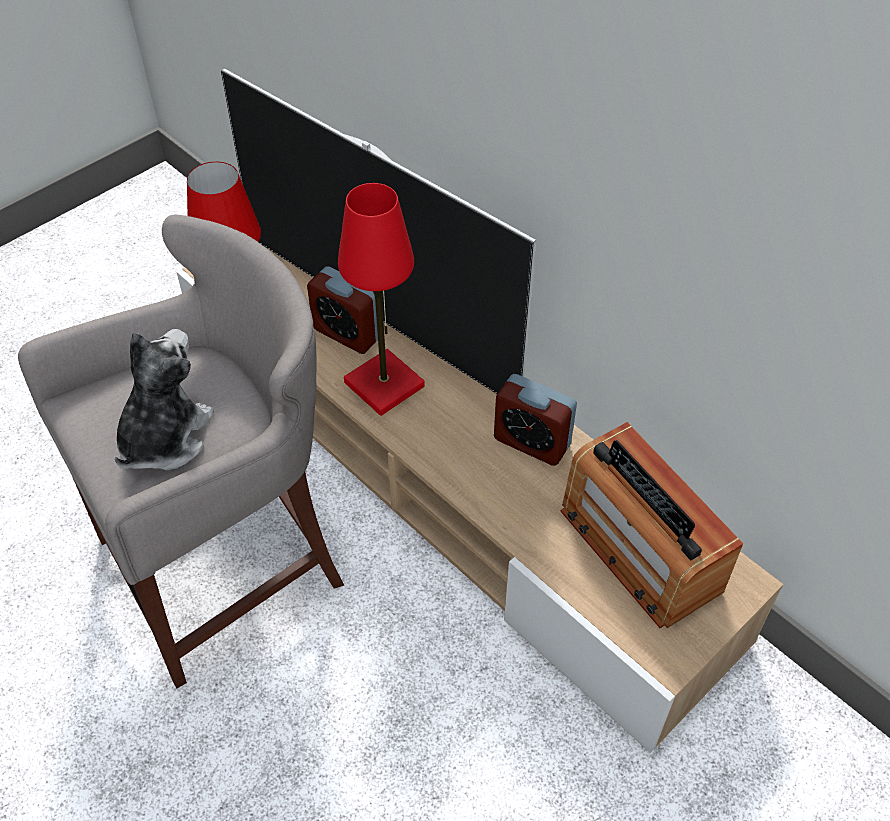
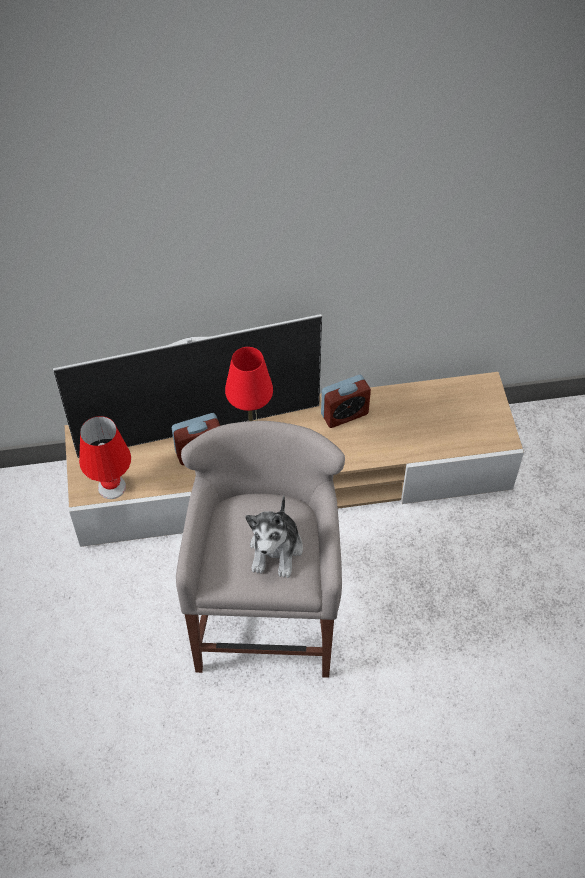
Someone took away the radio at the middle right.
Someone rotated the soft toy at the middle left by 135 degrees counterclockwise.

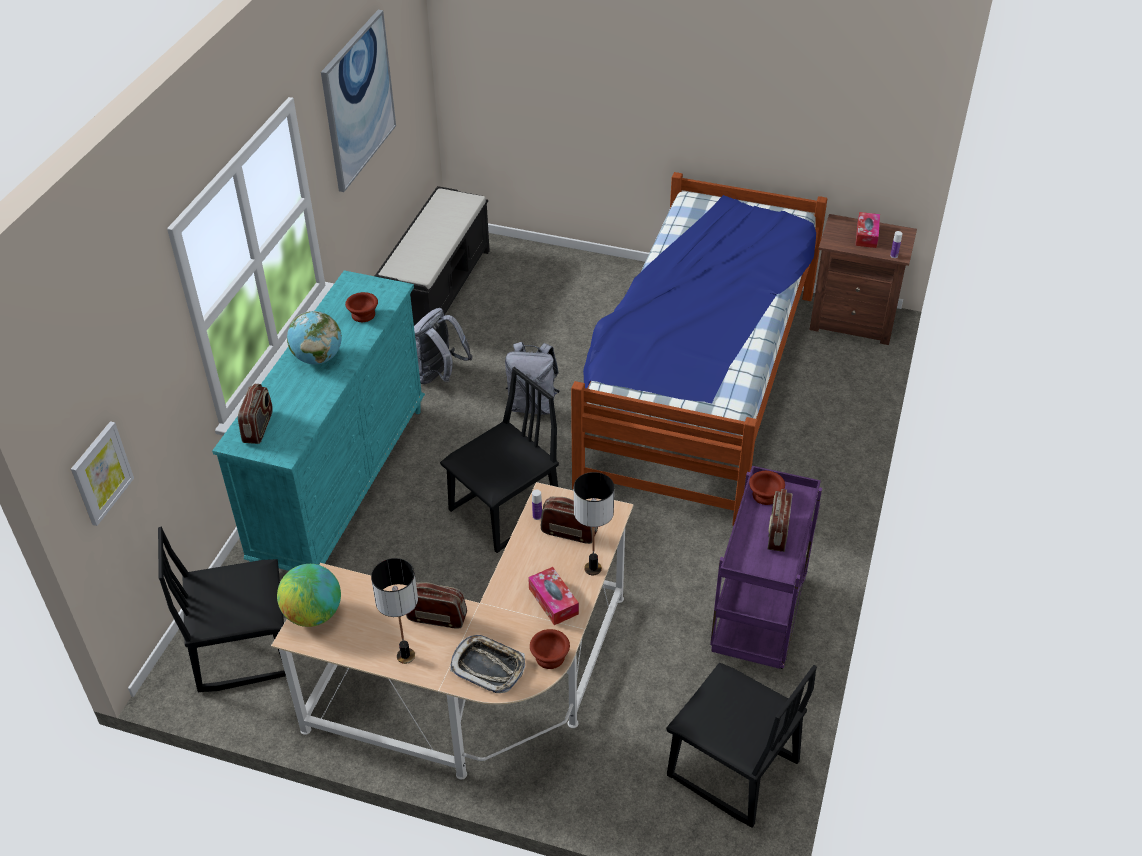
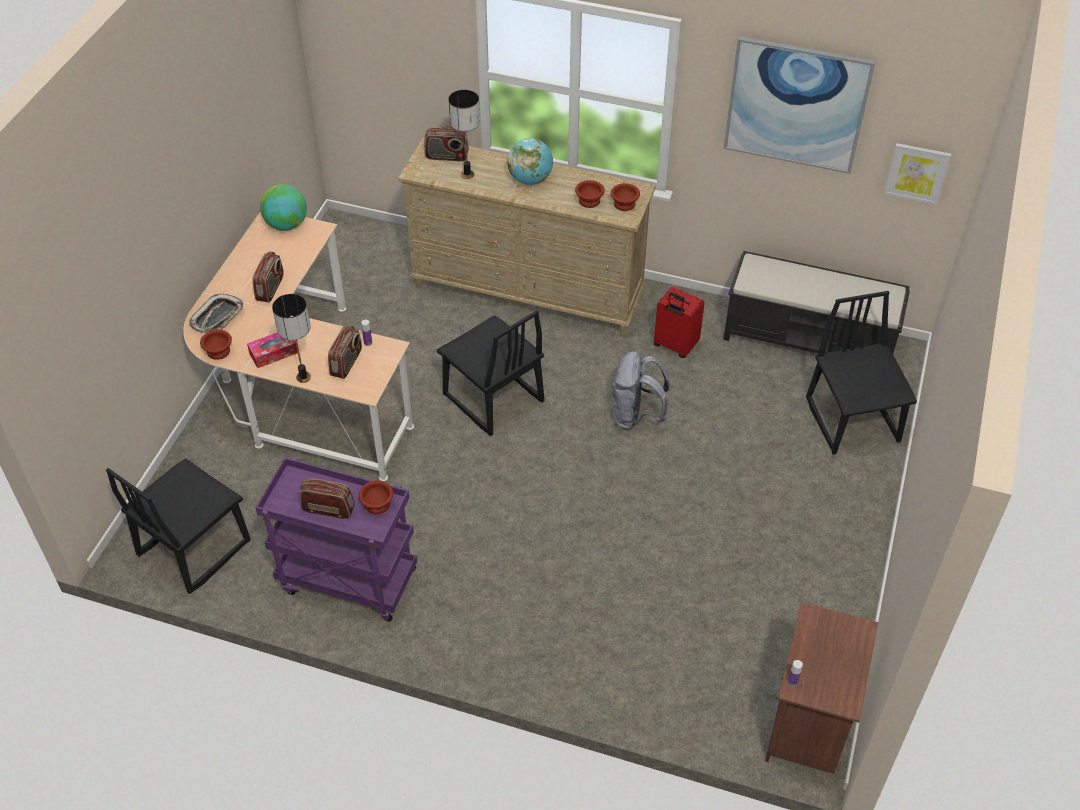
Someone took away the sleeping bed at the centre.
Someone took away the box of tissues (no. 2 from left) at the top right.
Someone put down the deep dish in brown (no. 4 from left) at the top centre.
Someone carried the picture (no. 1 from left in the first image) from the middle left to the top right.
Someone carried the upright chair in black-coloured (no. 1 from left in the first image) from the bottom left to the middle right.
Someone carried the lamp for a table (no. 1 from left in the first image) from the bottom centre to the top centre.
Someone swapped the rucksack in greyish (no. 1 from left) at the centre for the suitcase in reddish at the centre.
Someone repainted the drawer chest in blue-green at the middle left, which became the drawer chest in sand-coloured at the top centre.

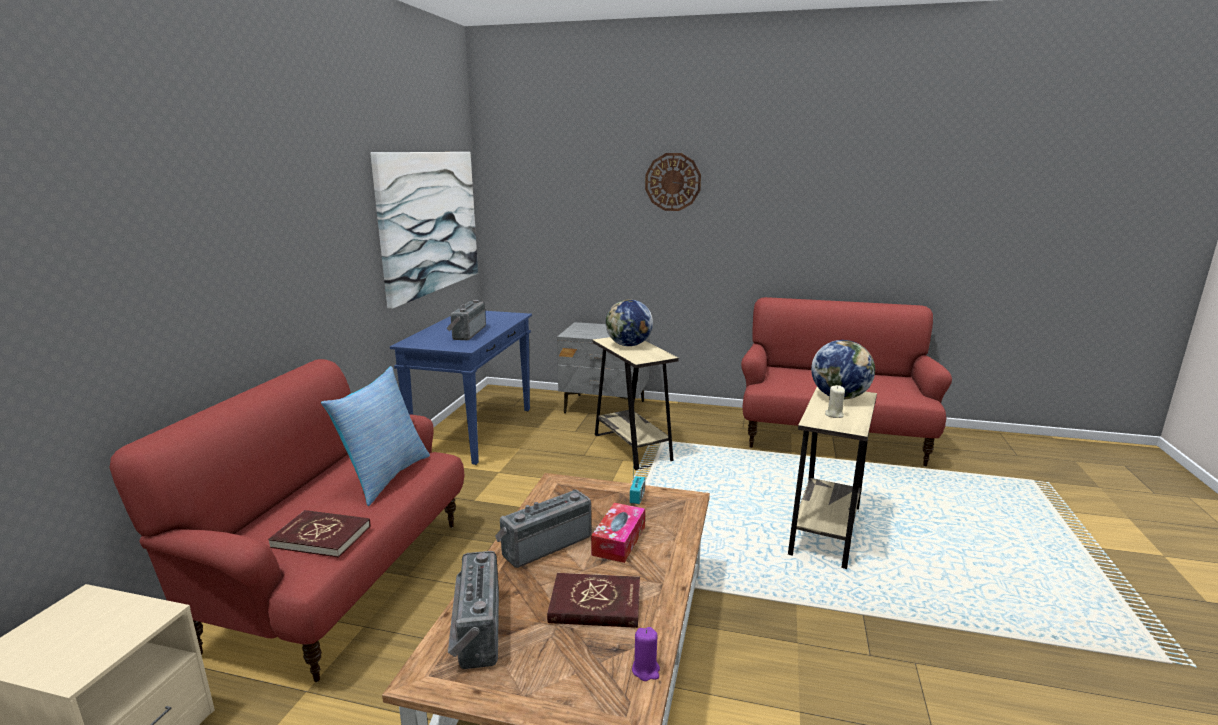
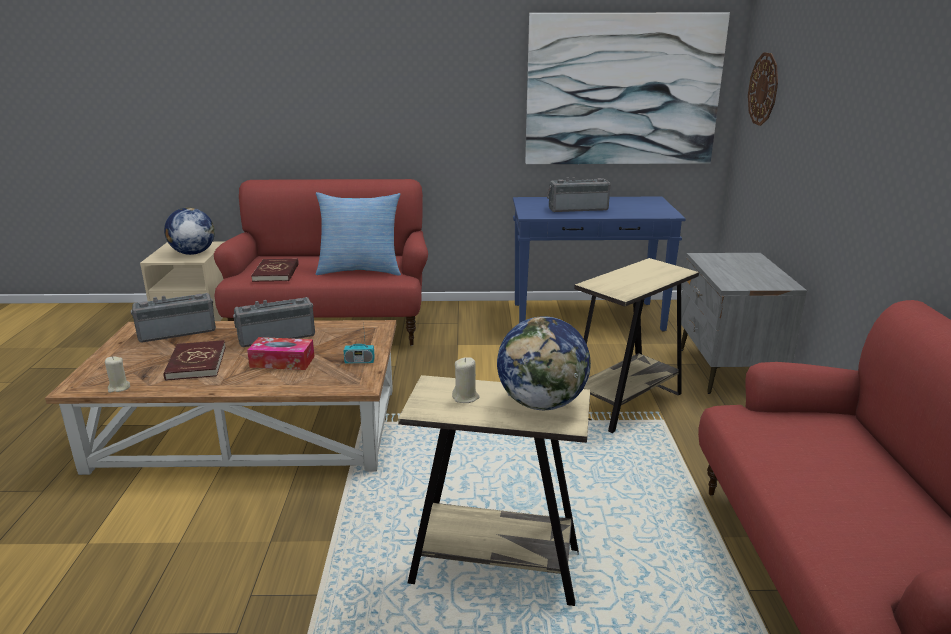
Someone carried the globe (no. 1 from left) from the centre to the middle left.
Someone carried the clock on the wall from the top centre to the top right.
Someone repainted the candle in purple at the bottom centre, which became the candle in sand-coloured (no. 1 from left) at the middle left.
Someone rotated the radio (no. 3 from left in the first image) at the bottom centre by 60 degrees counterclockwise.

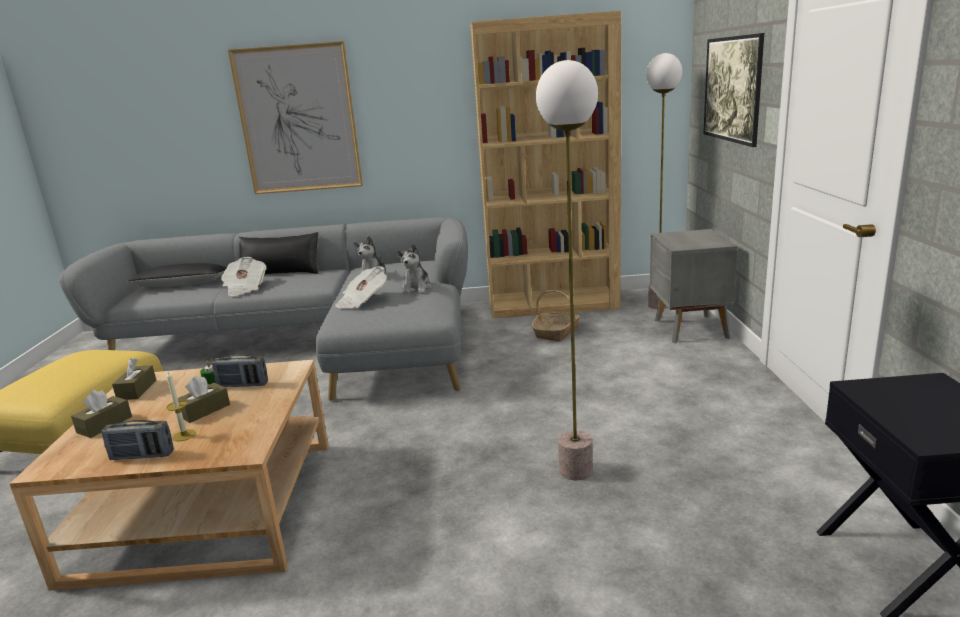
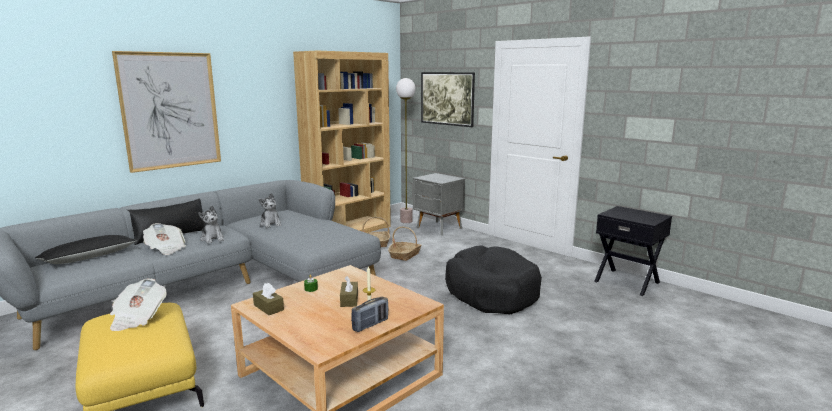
Someone took away the box of tissues in brown (no. 1 from left) at the bottom left.
Someone took away the radio (no. 2 from left) at the middle left.
Someone put down the storage basket (no. 2 from left) at the centre.
Someone carried the newspaper (no. 2 from left in the first image) from the centre to the bottom left.
Someone carried the soft toy (no. 2 from left in the first image) from the centre to the middle left.
Someone swapped the standard lamp (no. 1 from left) at the centre for the pet bed in black-coloured at the bottom centre.

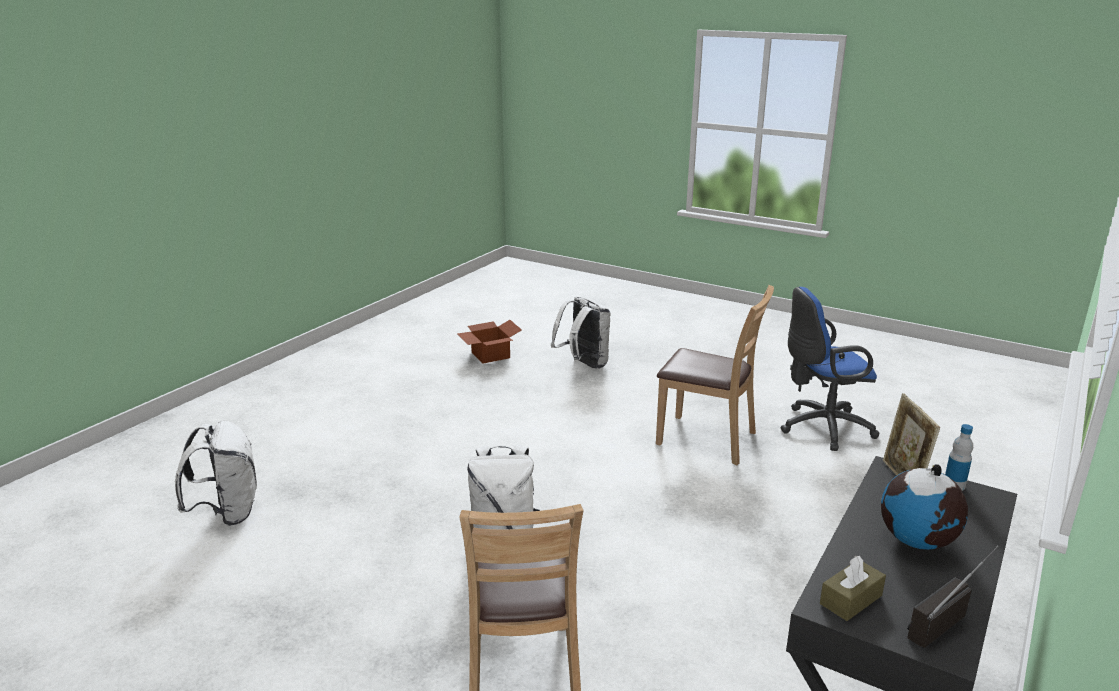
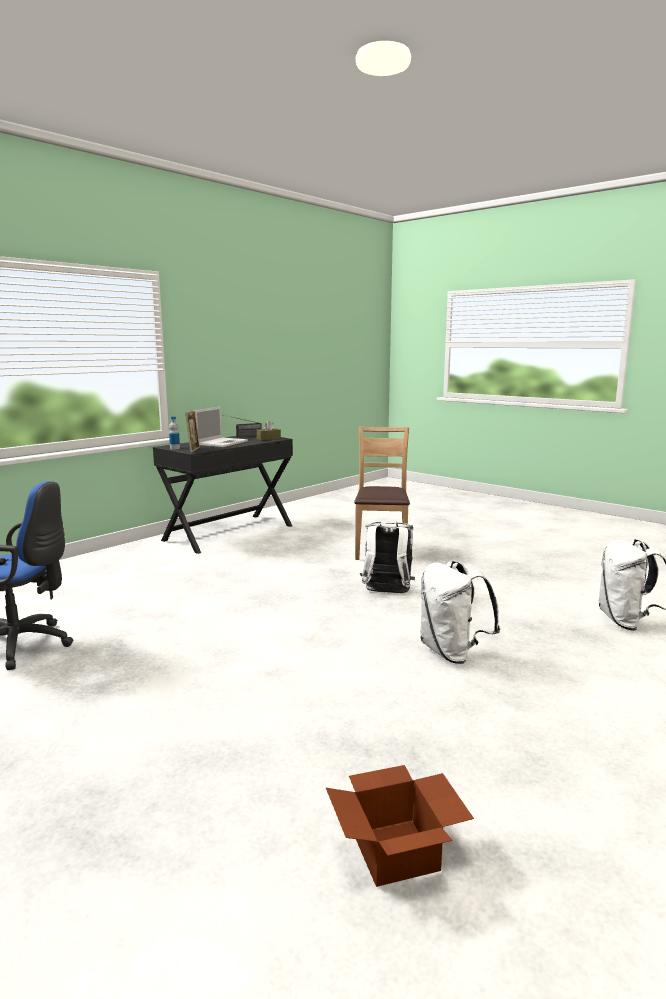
Someone took away the upright chair in brown (no. 2 from left) at the centre.
Someone carried the rucksack in white-coloured (no. 3 from left in the first image) from the centre to the middle right.
Someone swapped the globe at the bottom right for the notebook computer at the middle left.

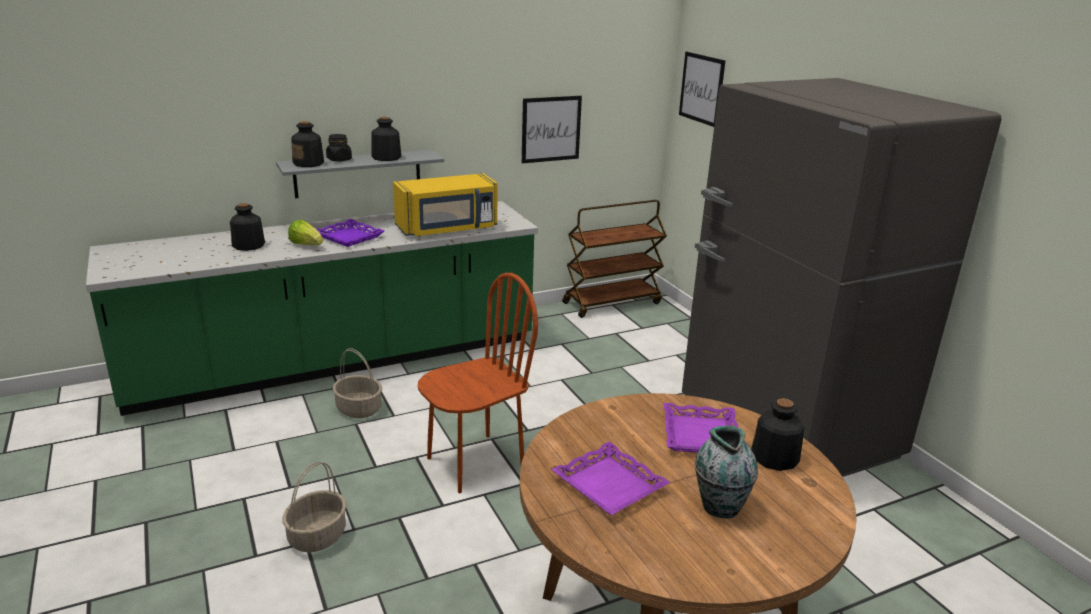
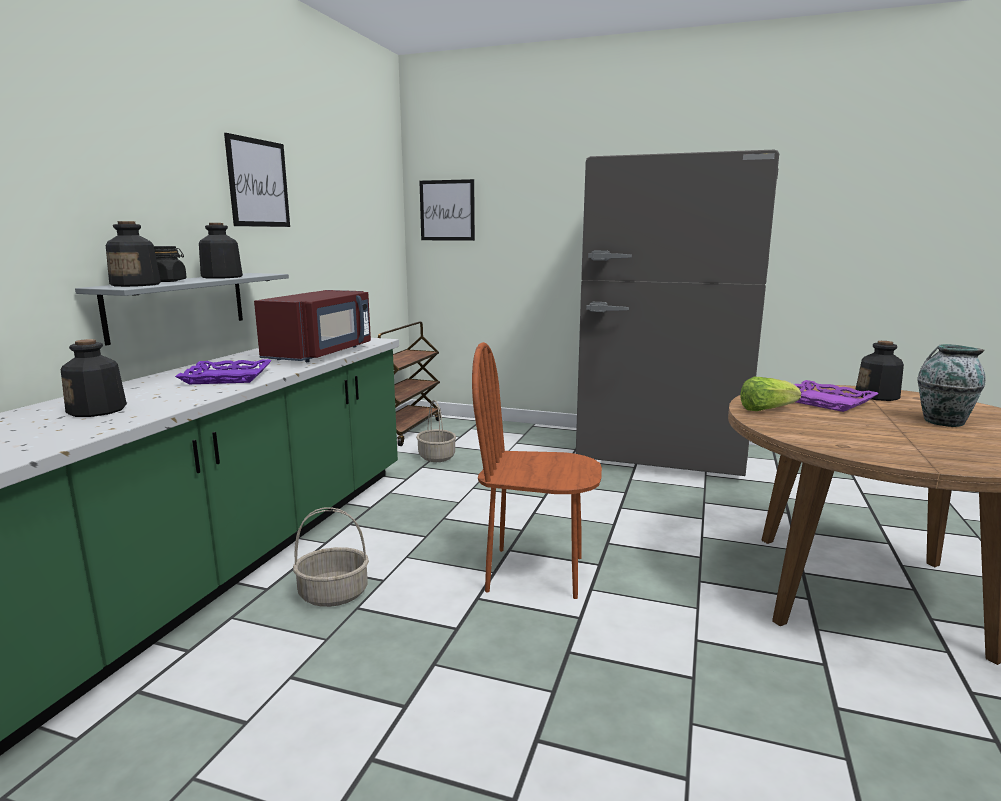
Someone took away the carrying tray in purple (no. 2 from left) at the bottom centre.
Someone carried the storage basket (no. 1 from left in the first image) from the bottom left to the centre.
Someone carried the lettuce head from the middle left to the middle right.
Someone carried the picture (no. 1 from left) from the top centre to the top left.
Someone repainted the kitchen microwave in yellow-coloured at the centre, which became the kitchen microwave in reddish at the middle left.
Someone rotated the upright chair in brown at the centre by 90 degrees counterclockwise.

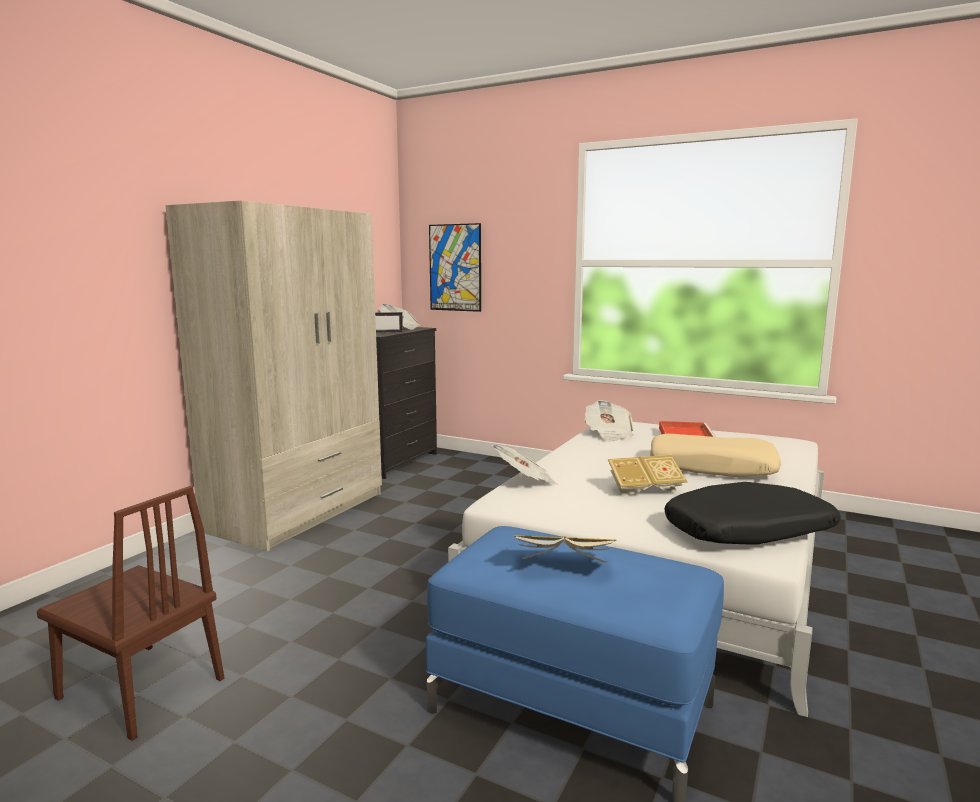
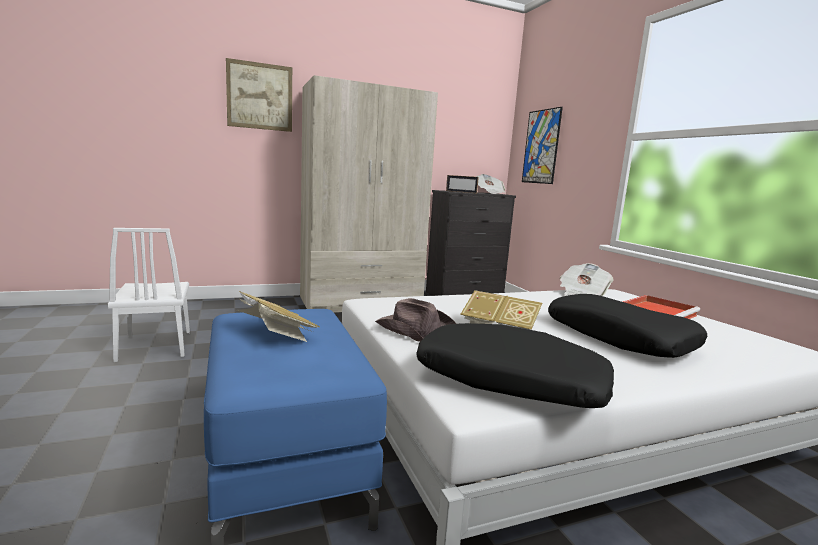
Someone took away the newspaper (no. 2 from left) at the centre.
Someone put up the picture (no. 1 from left) at the top left.
Someone put down the wearable hat in brown at the centre.
Someone repainted the upright chair in brown at the bottom left, which became the upright chair in white-coloured at the middle left.
Someone repainted the pillow in sand-coloured at the middle right, which became the pillow in black-coloured (no. 2 from left) at the middle right.

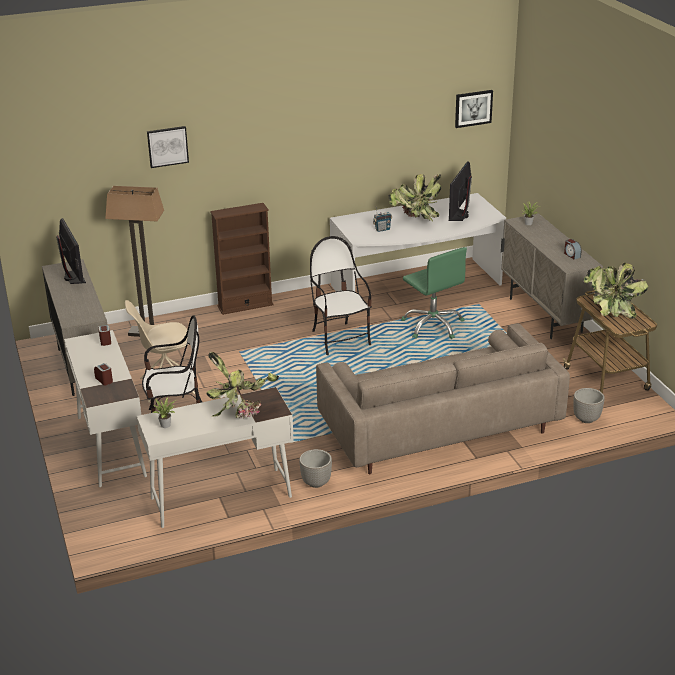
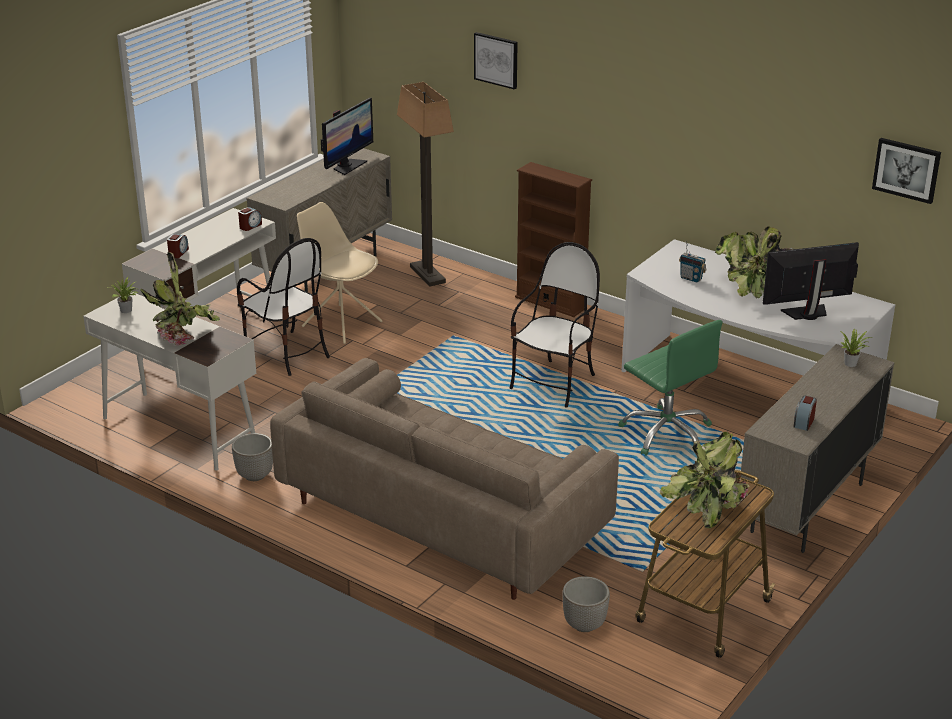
Someone rotated the computer chair in greenish at the centre by 60 degrees counterclockwise.

